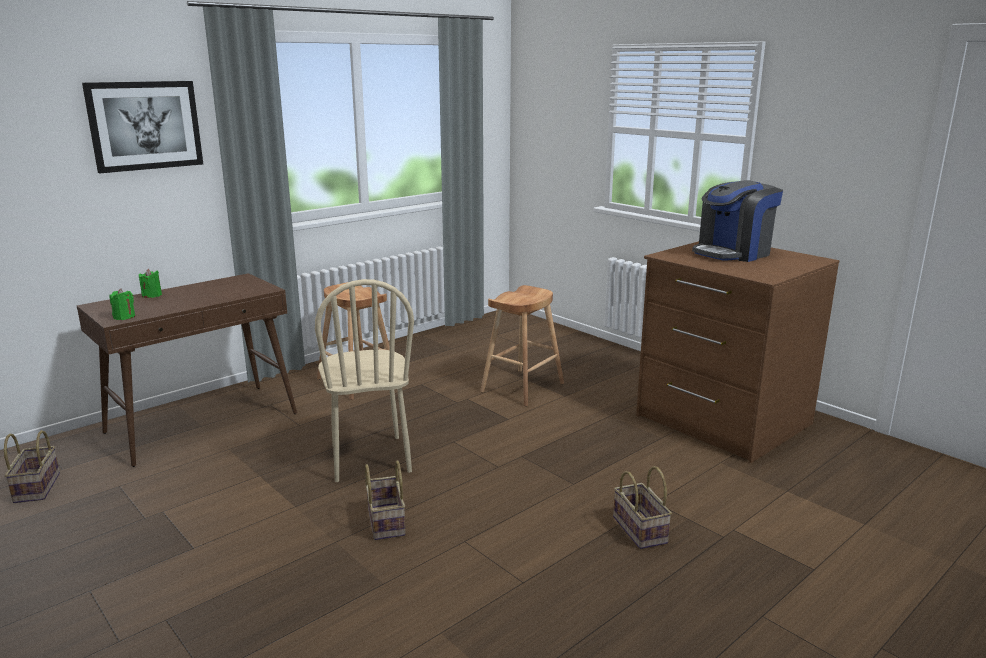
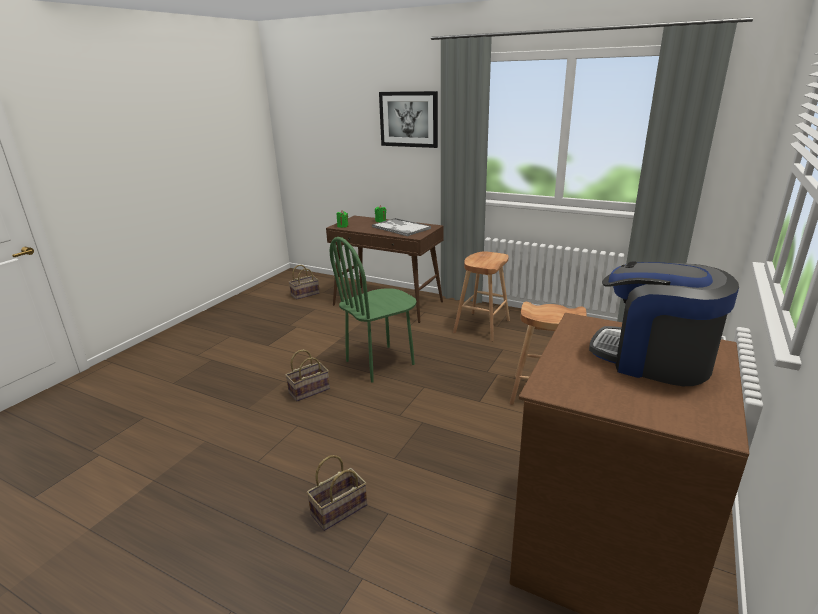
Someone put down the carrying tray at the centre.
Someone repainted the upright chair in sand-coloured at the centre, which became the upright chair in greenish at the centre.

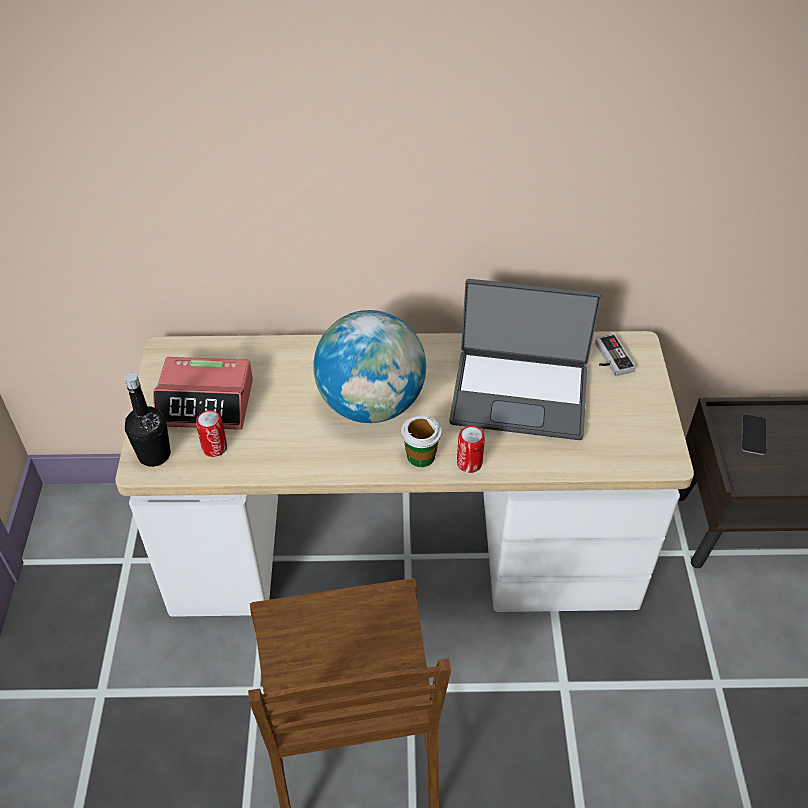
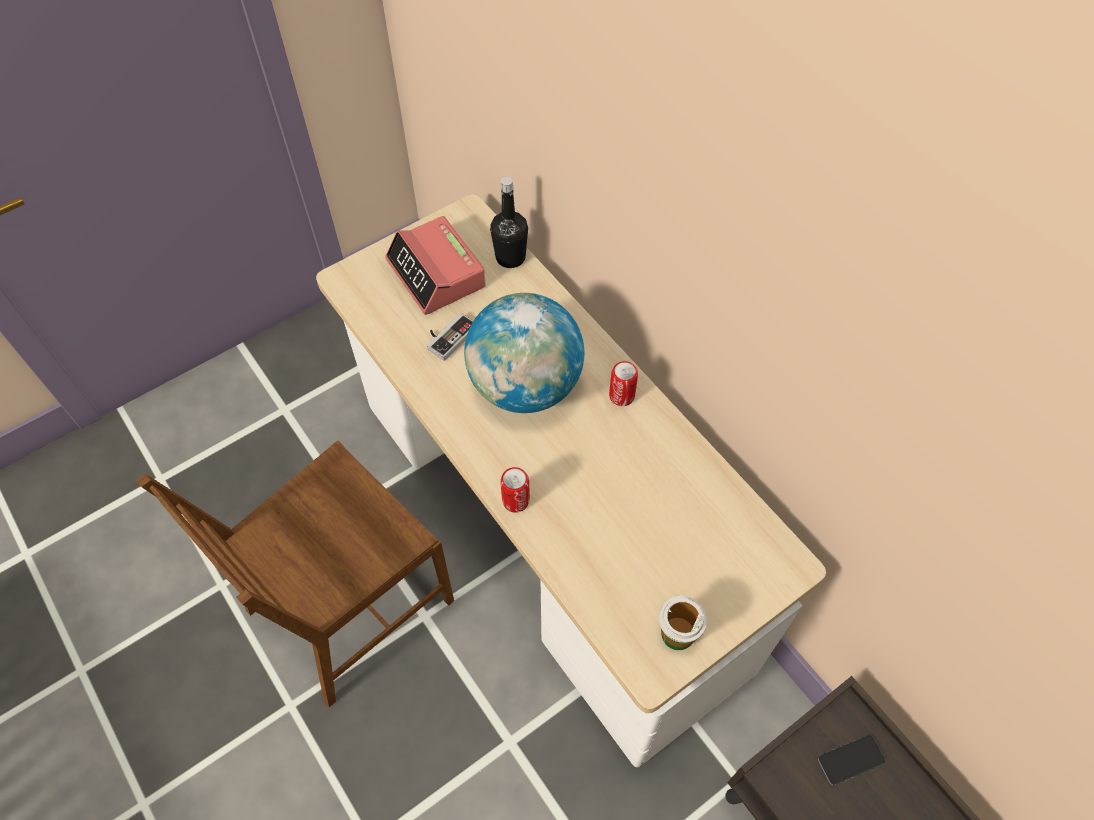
Someone took away the notebook computer at the centre.
Someone carried the bottle in black-coloured from the middle left to the top centre.
Someone carried the sealed can (no. 1 from left in the first image) from the middle left to the centre.
Someone carried the small cup from the centre to the bottom centre.
Someone carried the game controller from the middle right to the centre.

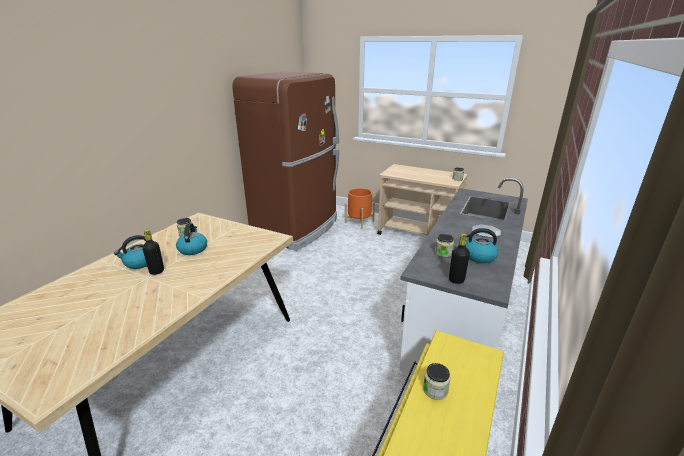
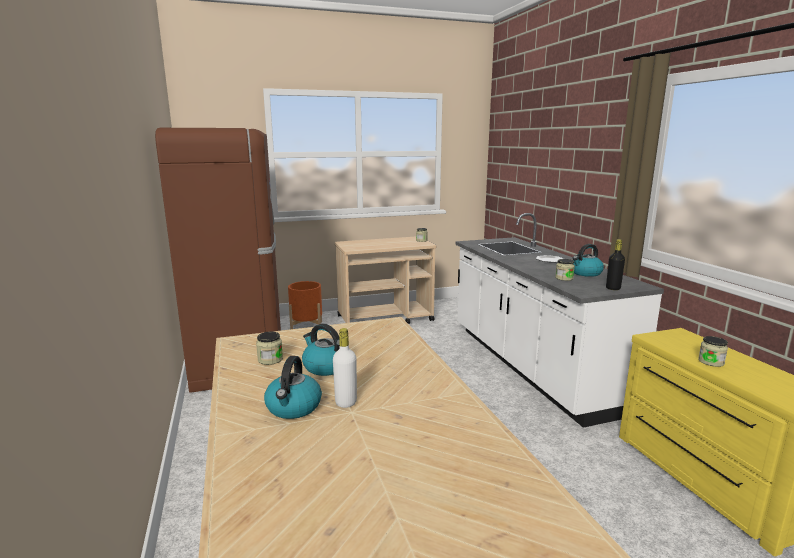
Someone repainted the bottle in black-coloured (no. 1 from left) at the middle left, which became the bottle in white-coloured at the centre.

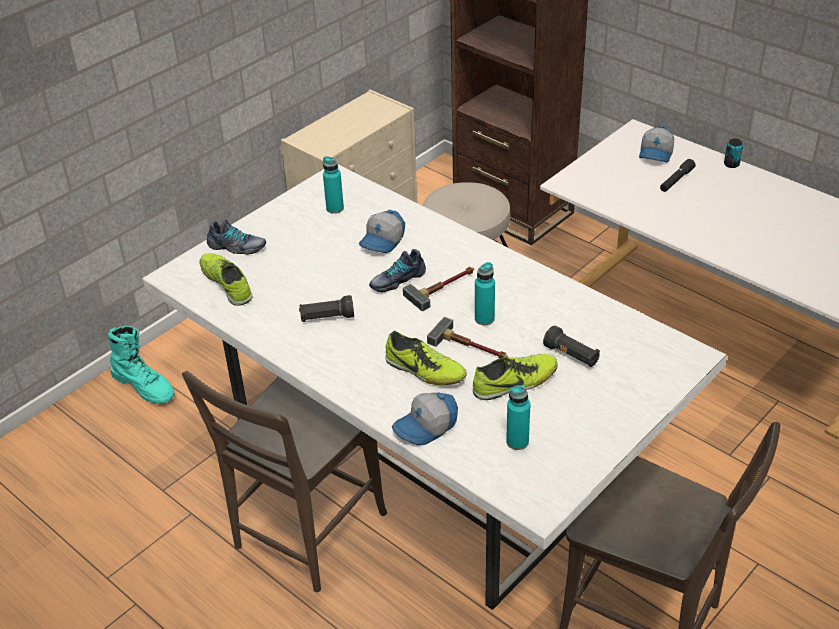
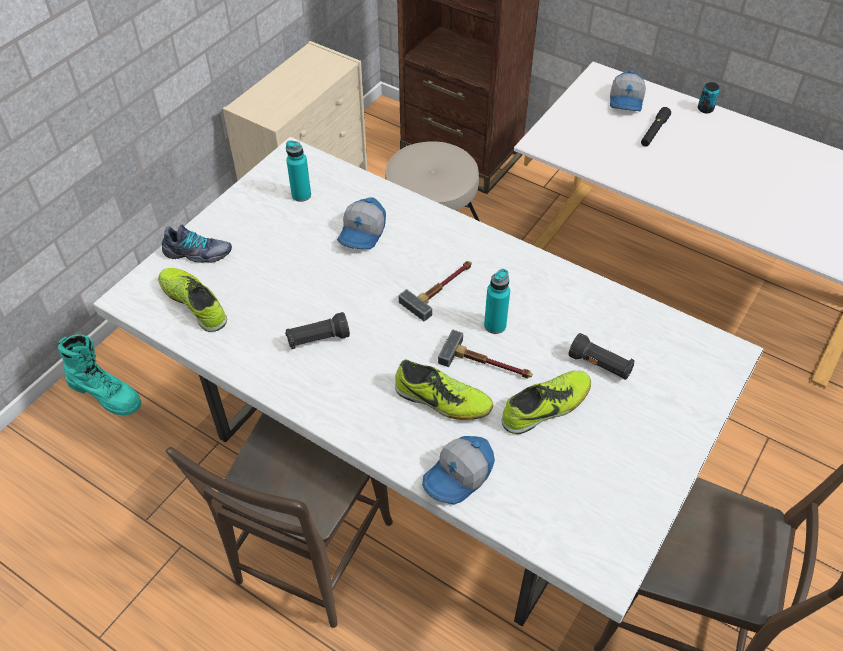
Someone took away the low shoe (no. 3 from left) at the centre.
Someone took away the bottle in blue-green (no. 3 from left) at the centre.

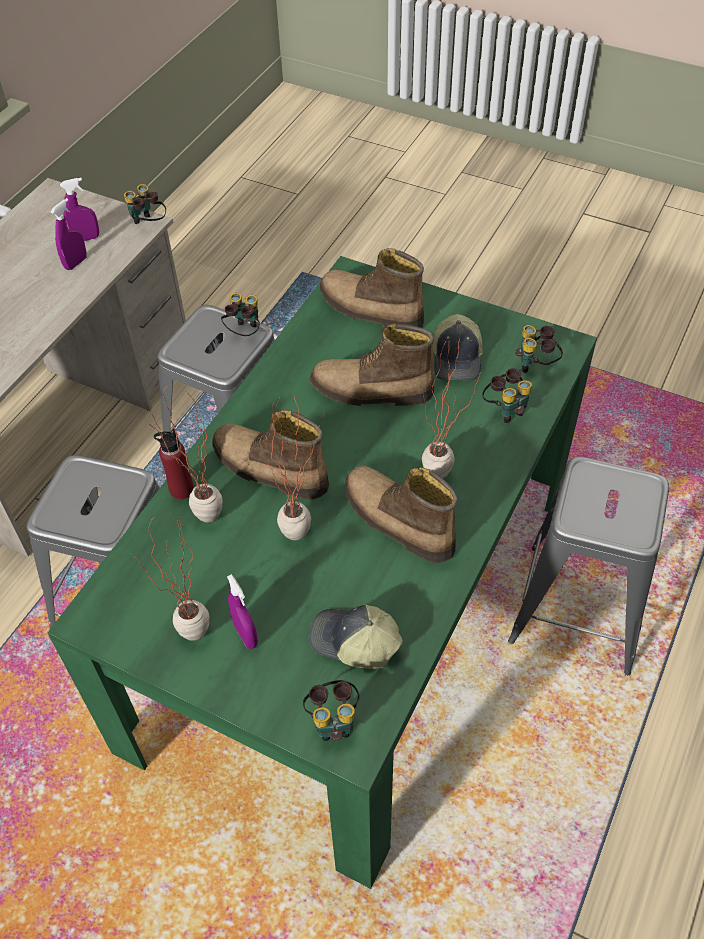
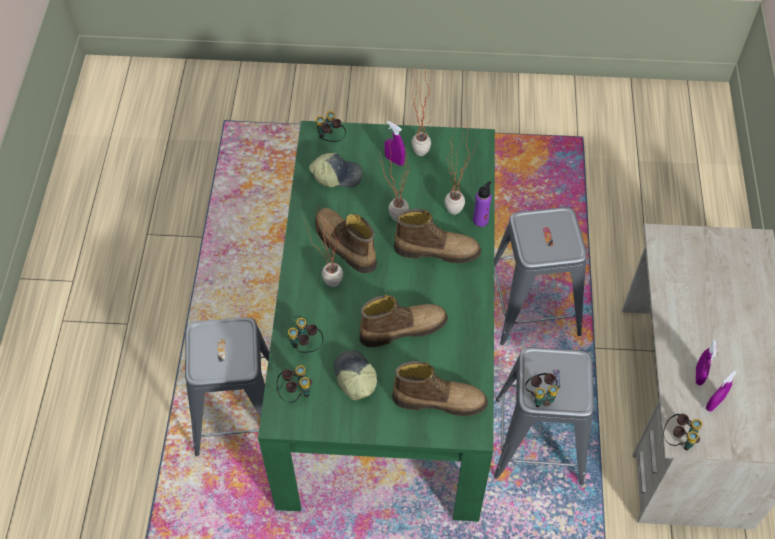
Someone repainted the bottle in reddish at the middle left, which became the bottle in purple at the centre.
Someone rotated the tall boot (no. 4 from left in the first image) at the centre by 150 degrees counterclockwise.

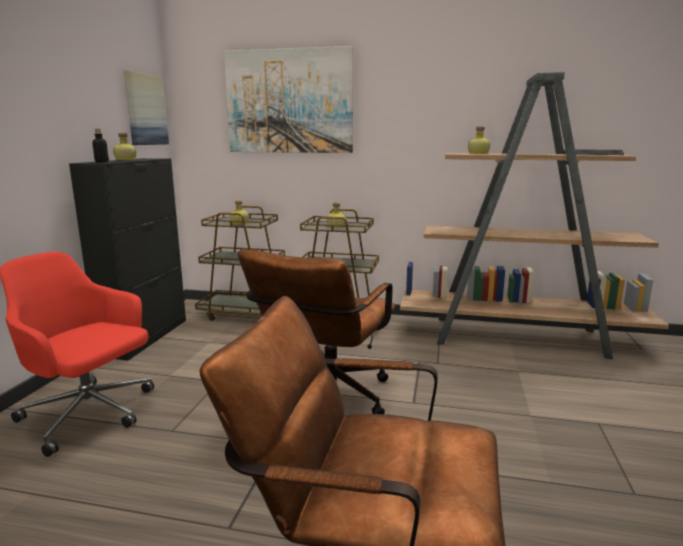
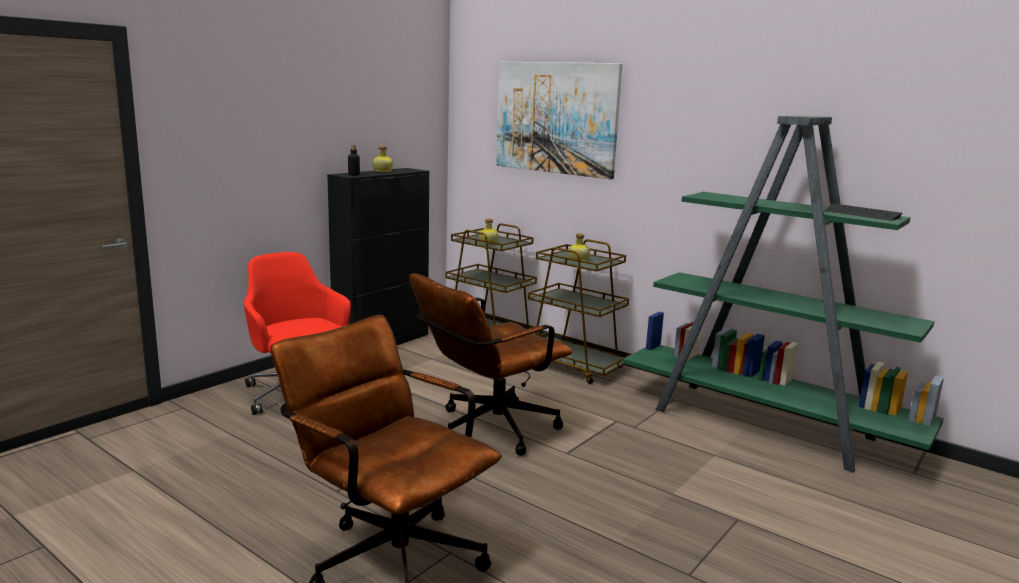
Someone took away the picture (no. 1 from left) at the top left.
Someone took away the bottle (no. 5 from left) at the top right.
Someone repainted the bookshelf in brown at the middle right, which became the bookshelf in greenish at the middle right.

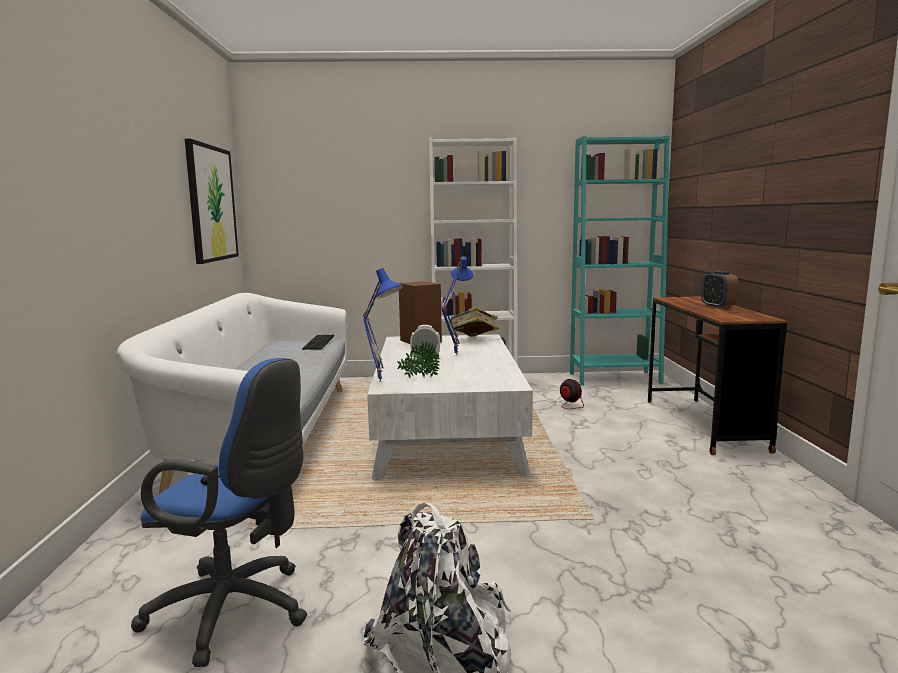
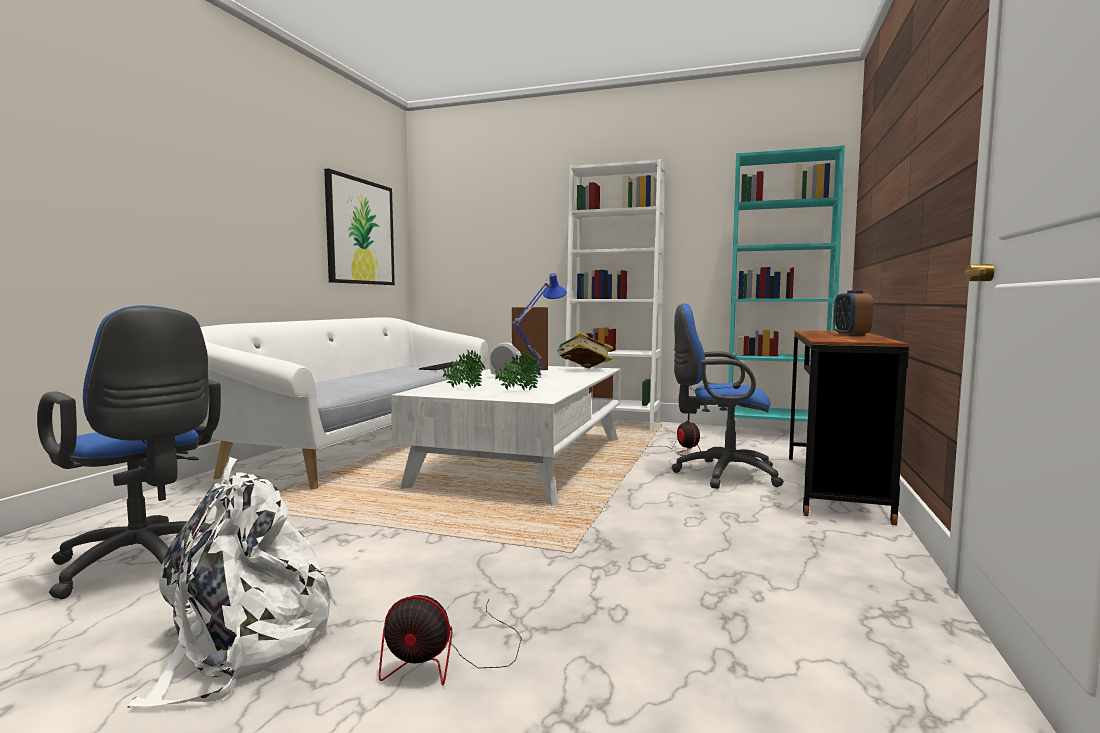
Someone took away the lamp for a table in bluish (no. 1 from left) at the centre.
Someone put down the cooling fan (no. 1 from left) at the bottom centre.
Someone put down the houseplant (no. 2 from left) at the centre.
Someone put down the computer chair in bluish (no. 2 from left) at the centre.

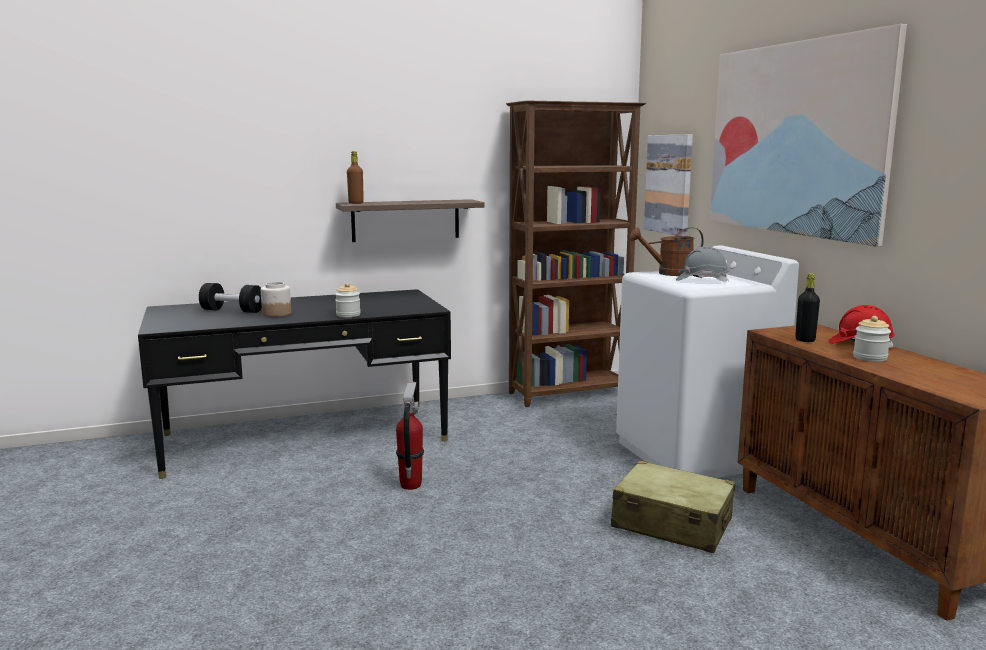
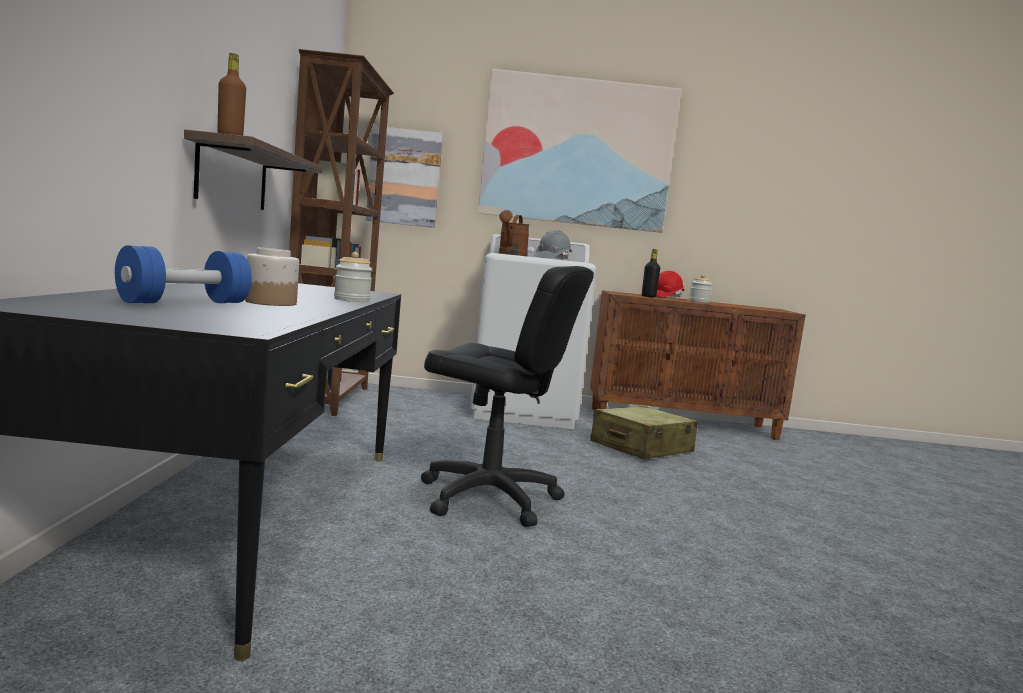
Someone swapped the fire-fighting cylinder at the bottom centre for the computer chair in black-coloured at the centre.
Someone repainted the hand weight in black-coloured at the middle left, which became the hand weight in bluish at the middle left.

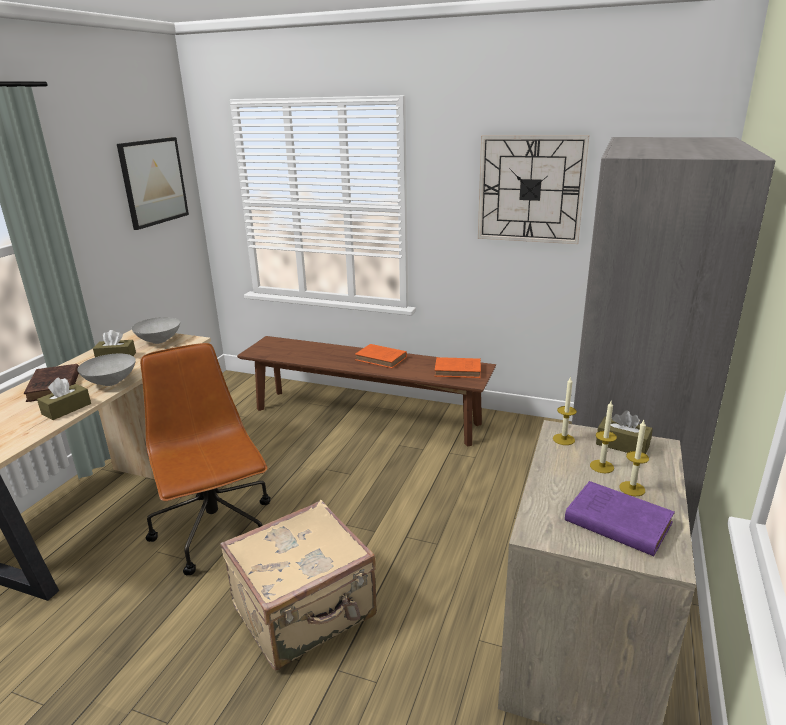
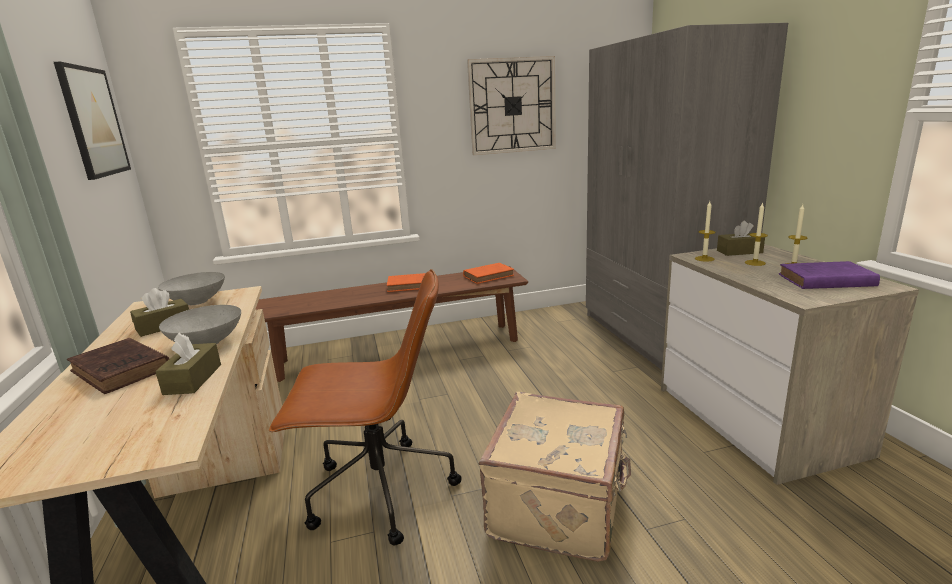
Someone rotated the computer chair in brown at the middle left by 150 degrees clockwise.

